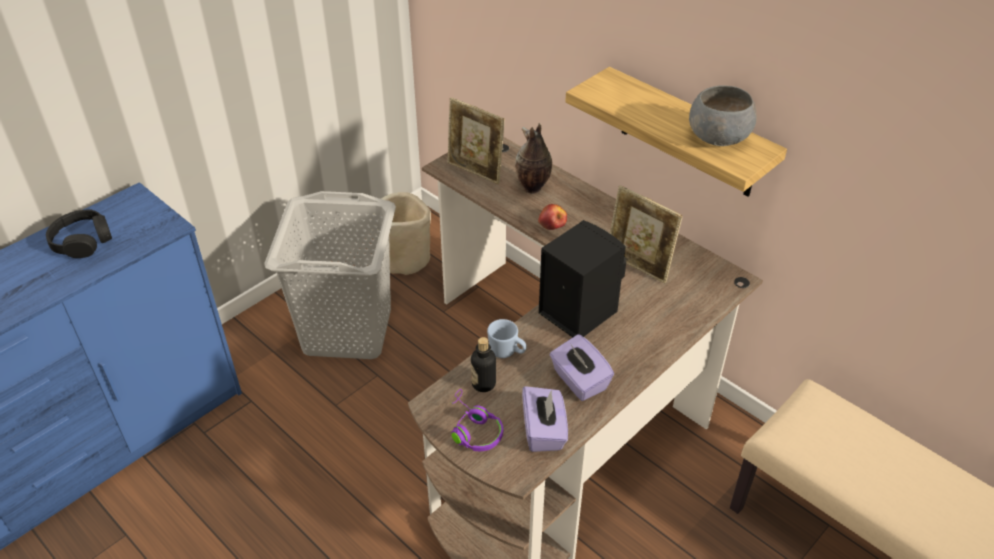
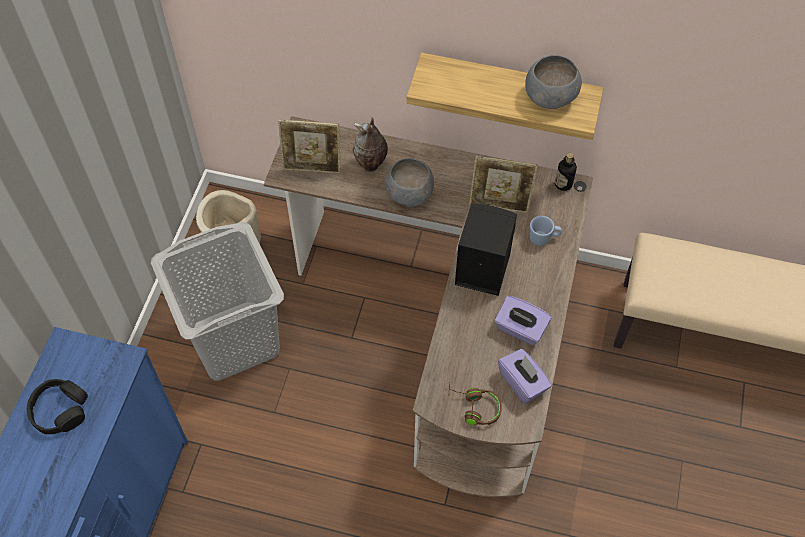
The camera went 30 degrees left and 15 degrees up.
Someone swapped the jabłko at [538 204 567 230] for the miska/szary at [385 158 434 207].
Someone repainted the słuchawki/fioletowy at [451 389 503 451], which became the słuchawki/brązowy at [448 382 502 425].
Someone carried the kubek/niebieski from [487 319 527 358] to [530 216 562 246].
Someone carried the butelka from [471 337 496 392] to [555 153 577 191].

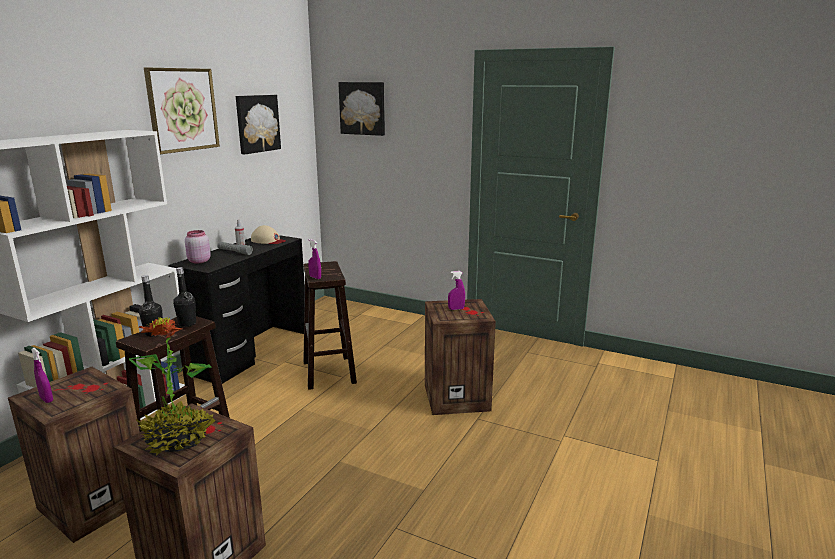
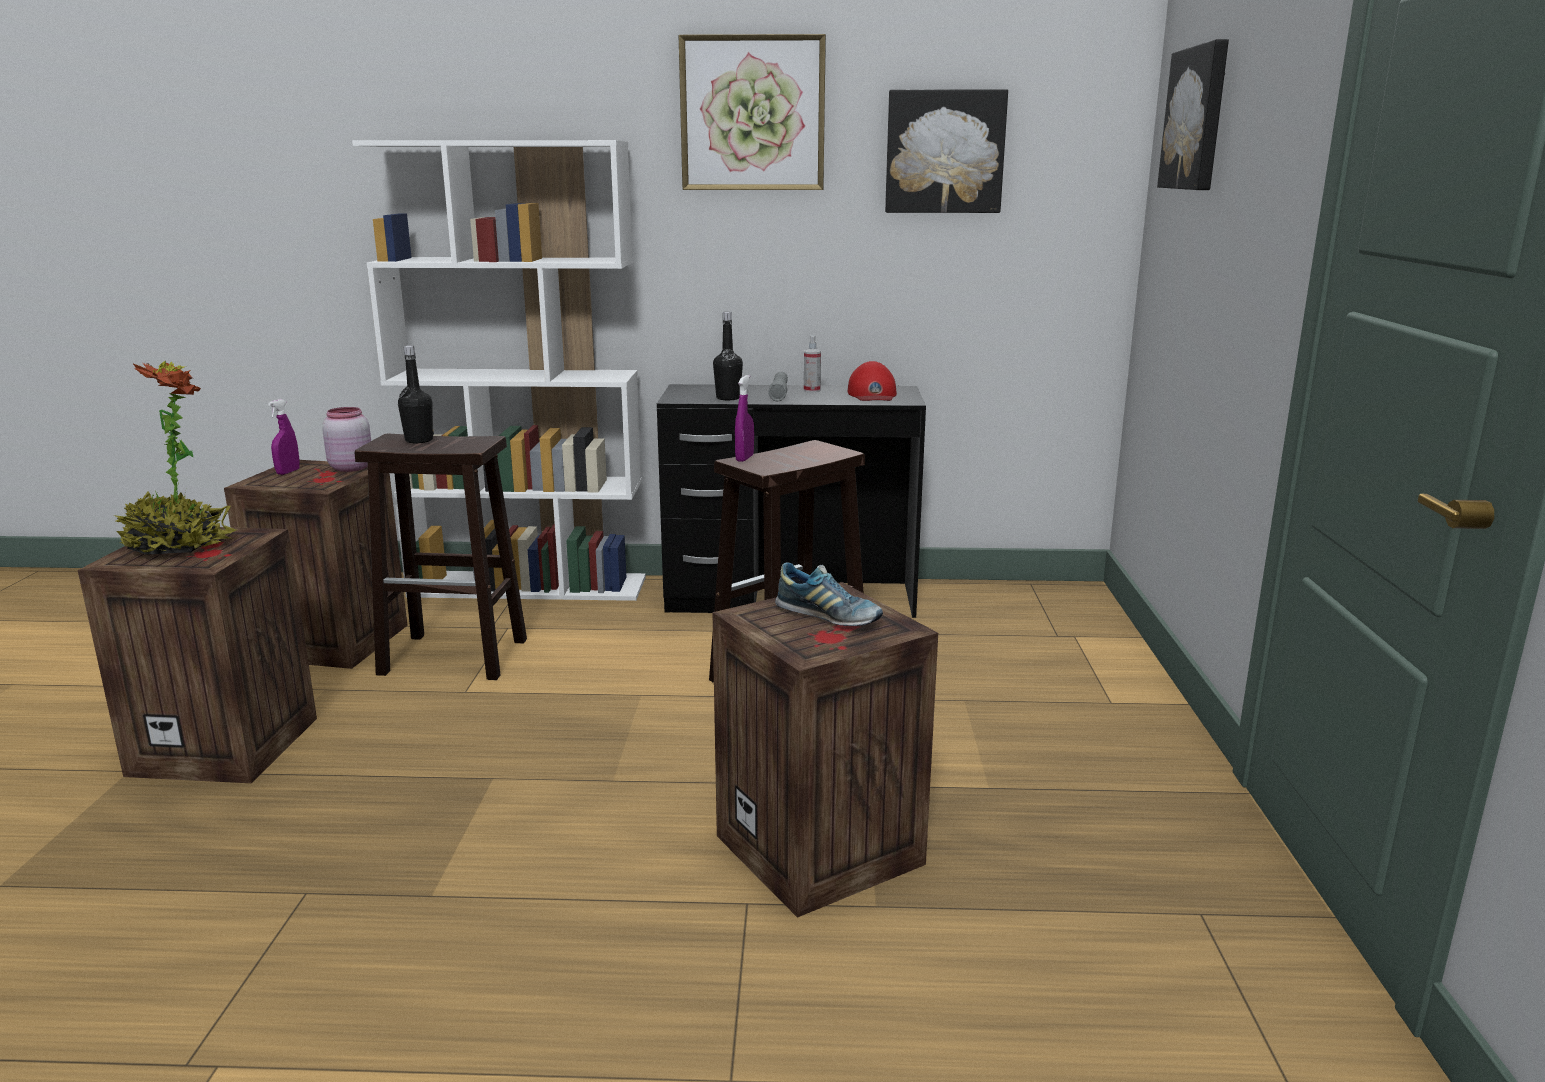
The camera went 65 degrees right and 0 degrees up.
Someone carried the słoik/różowy from [185 230 211 264] to [322 407 371 472].
Someone carried the butelka/czarny from [173 267 196 327] to [713 312 743 400].
Someone swapped the spryskiwacz/fioletowy at [448 271 465 310] for the but at [775 562 883 626].
Someone repainted the czapka z daszkiem/beżowy at [251 225 286 244], which became the czapka z daszkiem/czerwony at [848 361 897 401].

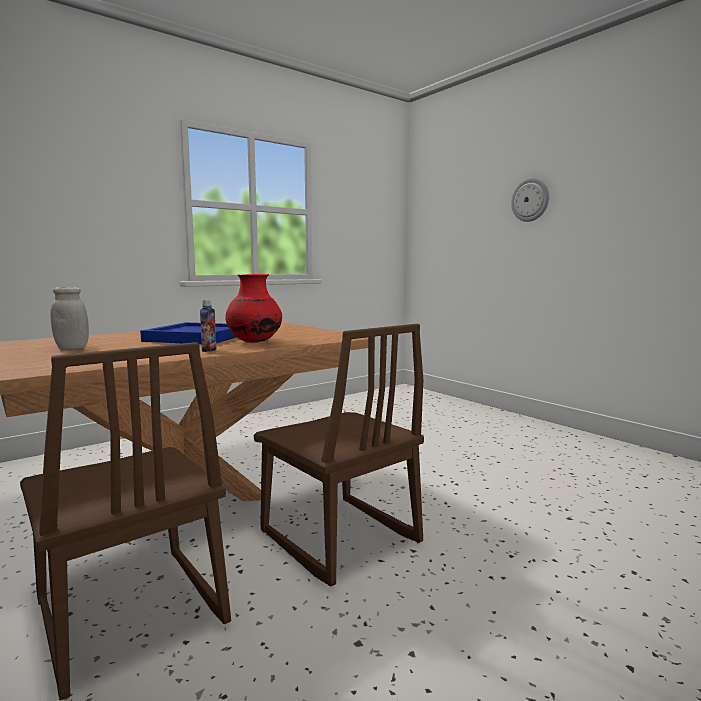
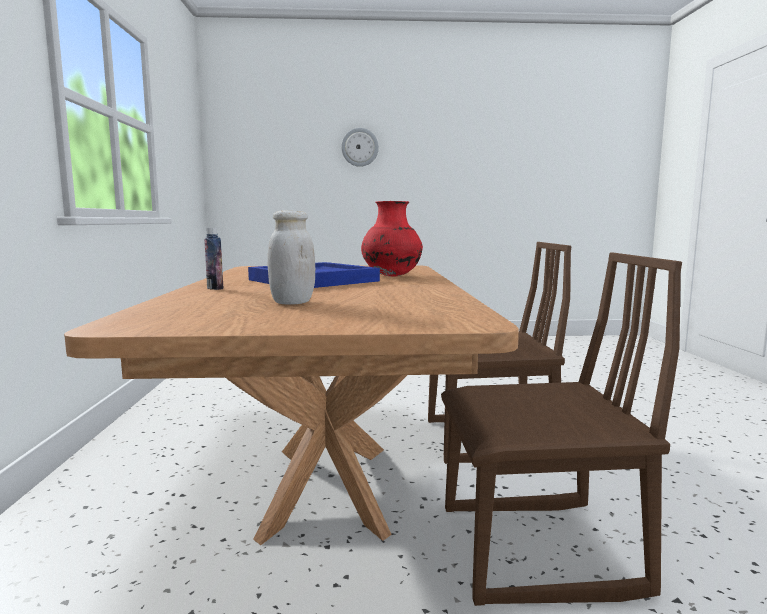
The camera went 55 degrees left and 0 degrees up.
Someone carried the butelka from [200 300 217 352] to [204 228 223 290].

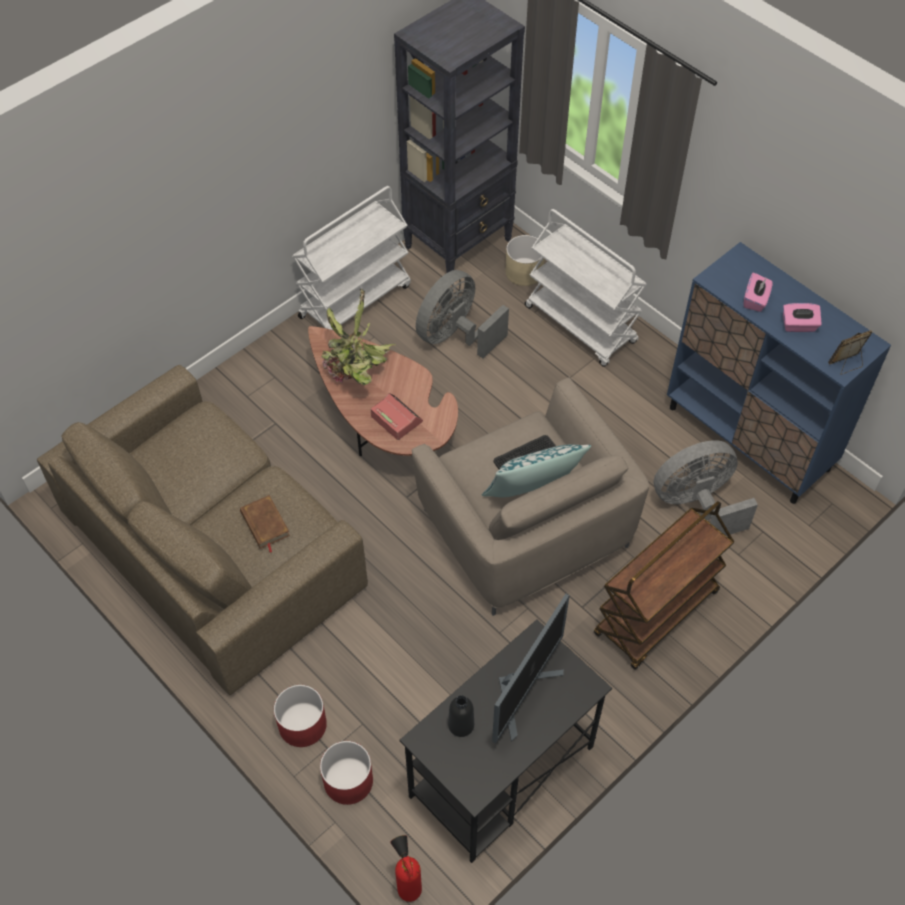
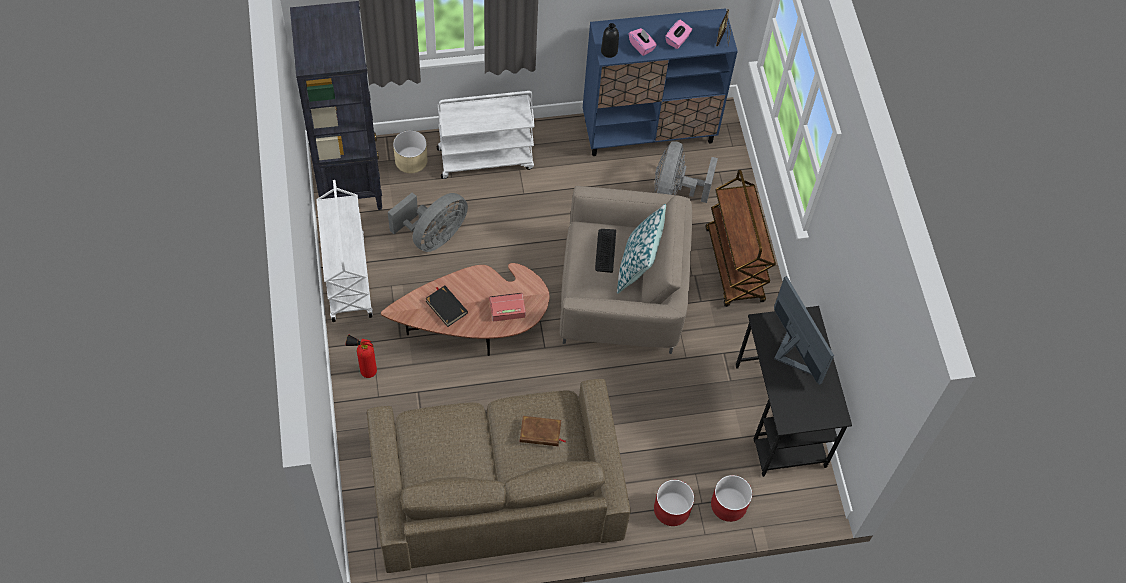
The camera went 60 degrees left and 5 degrees up.
Someone carried the gaśnica from [390 835 422 902] to [345 335 377 378].
Someone rotated the wentylator/szary at [416 270 509 358] by 120 degrees counterclockwise.
Someone swapped the roślina doniczkowa at [321 289 396 385] for the książka/czarny at [425 285 468 327].
Someone carried the butelka/czarny from [448 695 474 737] to [601 23 619 58].

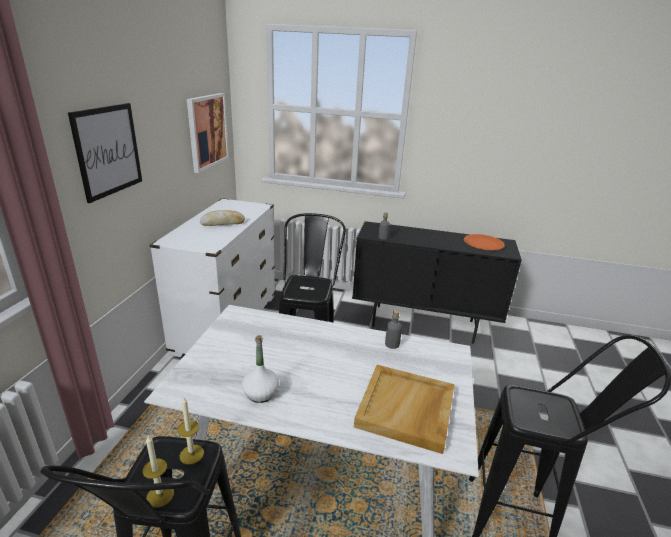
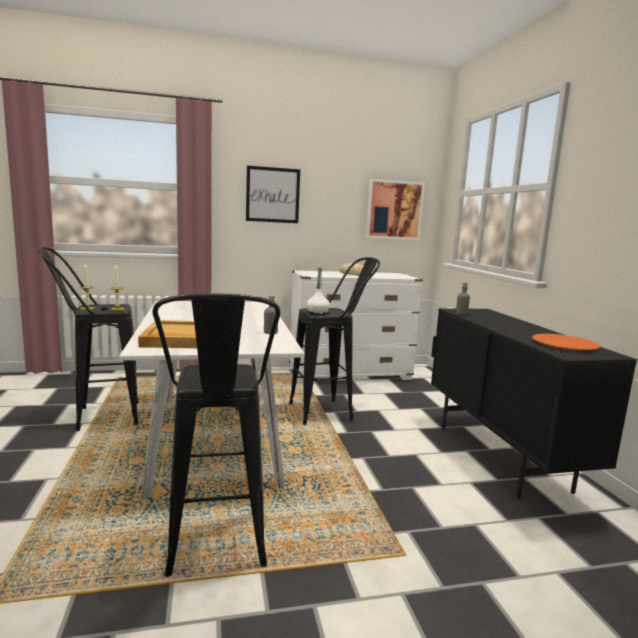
The camera went 65 degrees right and 15 degrees down.
Someone carried the butelka/biały from [242 335 279 403] to [306 268 330 315].

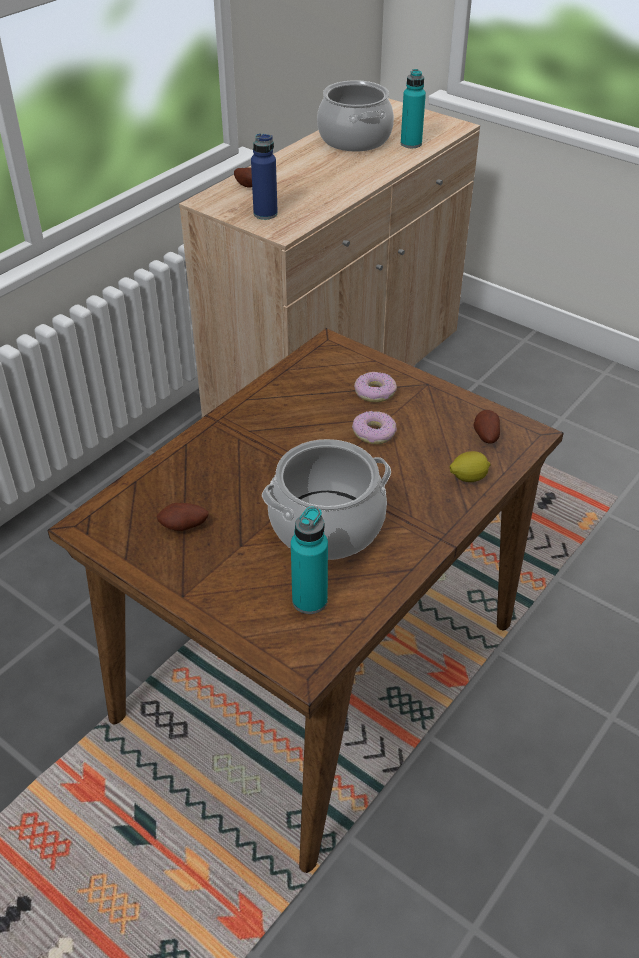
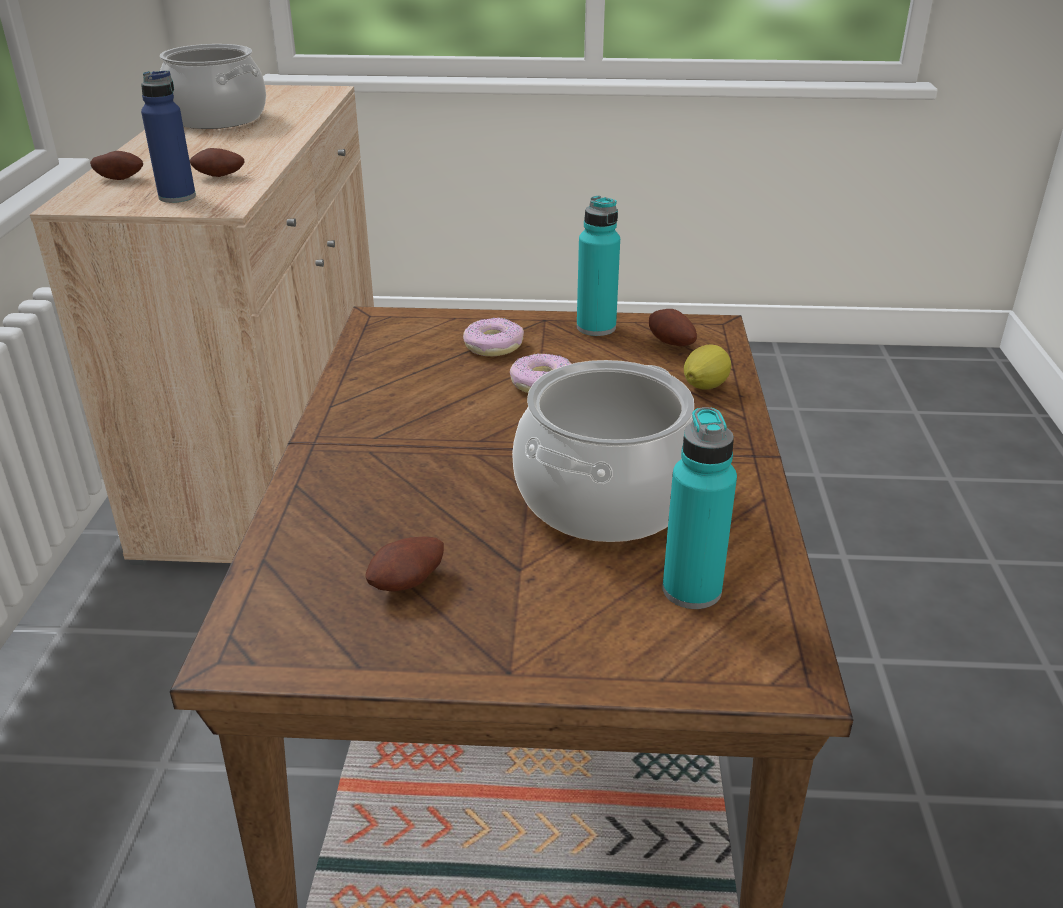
The camera went 35 degrees left and 10 degrees down.
Someone put down the ziemniak at [190 148 245 177].
Someone carried the butelka/turkusowy from [401 69 426 148] to [577 196 620 336].

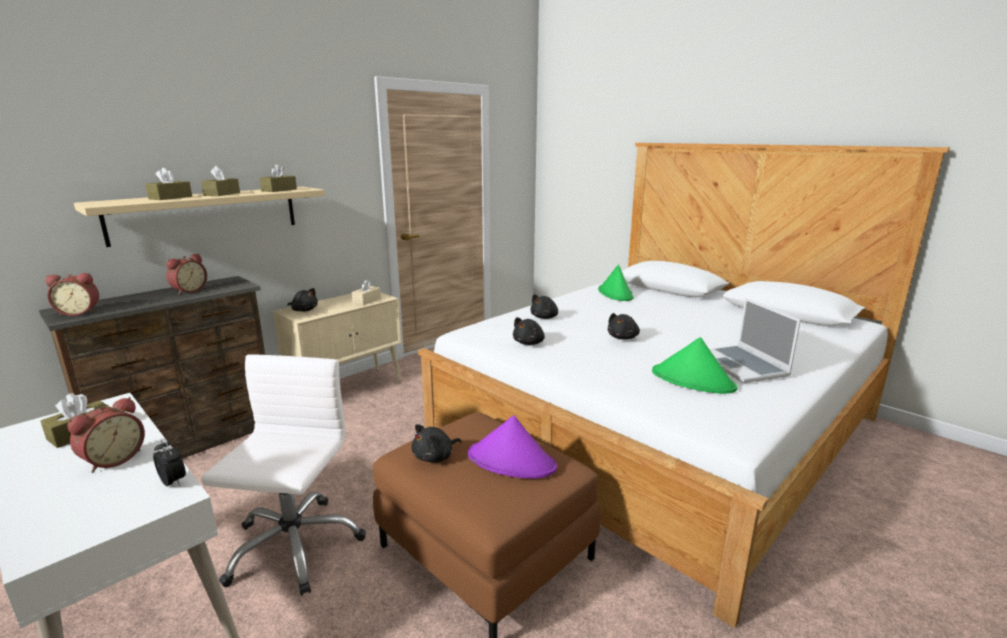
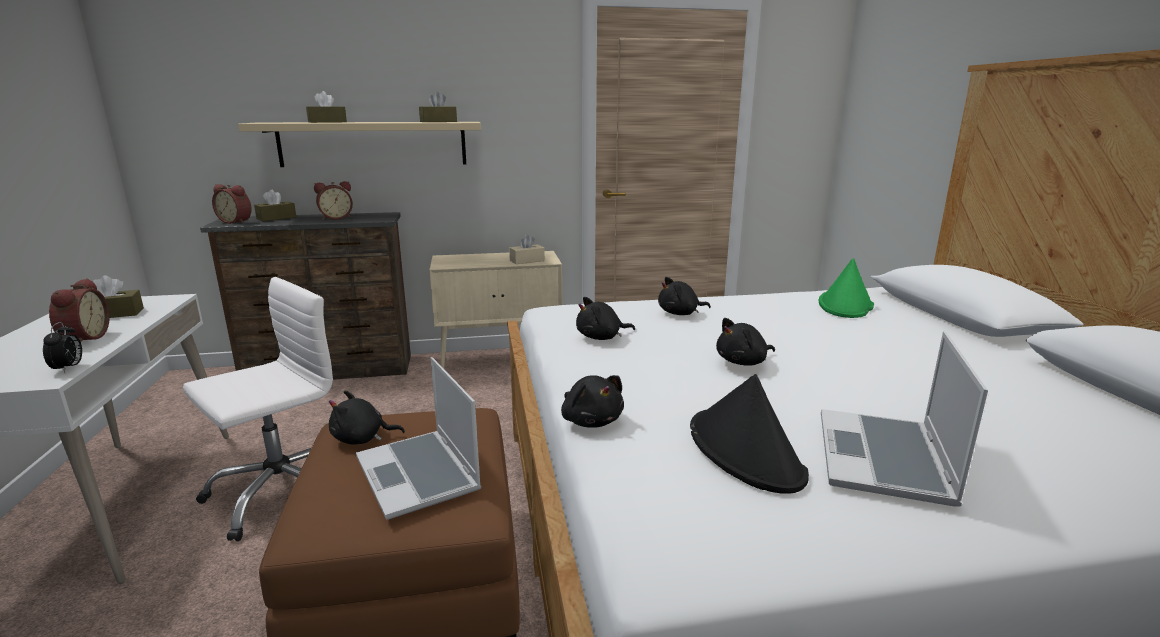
The camera went 35 degrees right and 0 degrees up.
Someone rotated the budzik at [68 397 145 473] by 75 degrees counterclockwise.
Someone carried the pudełko chusteczek/brązowy from [201 166 240 196] to [254 189 296 221].
Someone swapped the kapelusz/fioletowy at [468 415 557 479] for the laptop at [356 357 481 520].
Someone carried the pluszak/czarny from [287 288 318 312] to [561 375 624 428].
Someone repainted the kapelusz/zielony at [652 337 738 394], which became the kapelusz/czarny at [690 374 809 494].

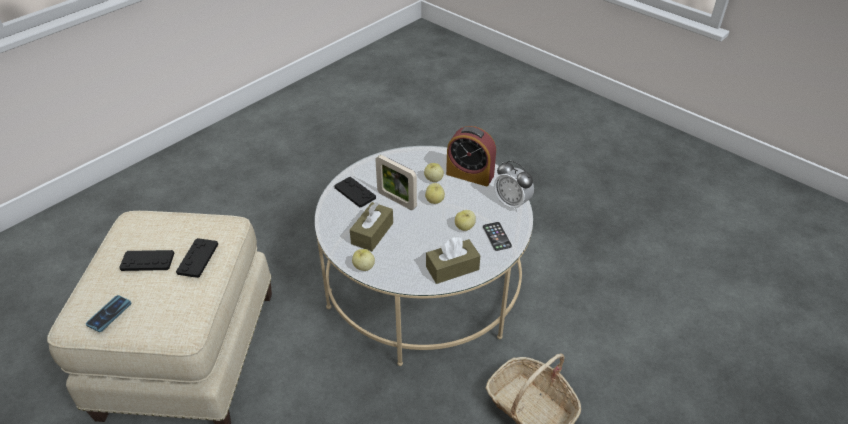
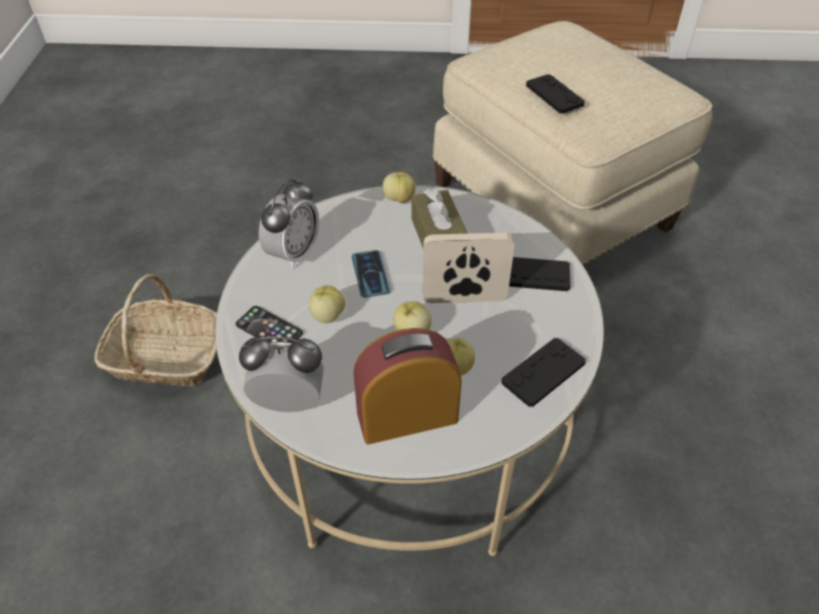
The camera went 140 degrees right and 5 degrees up.
Someone swapped the pudełko chusteczek/brązowy at [426 237 480 284] for the budzik at [259 179 319 269].
Someone carried the telefon from [86 295 131 332] to [352 250 390 298].
Someone carried the pad do gier/czarny from [119 250 174 271] to [502 338 586 407].

